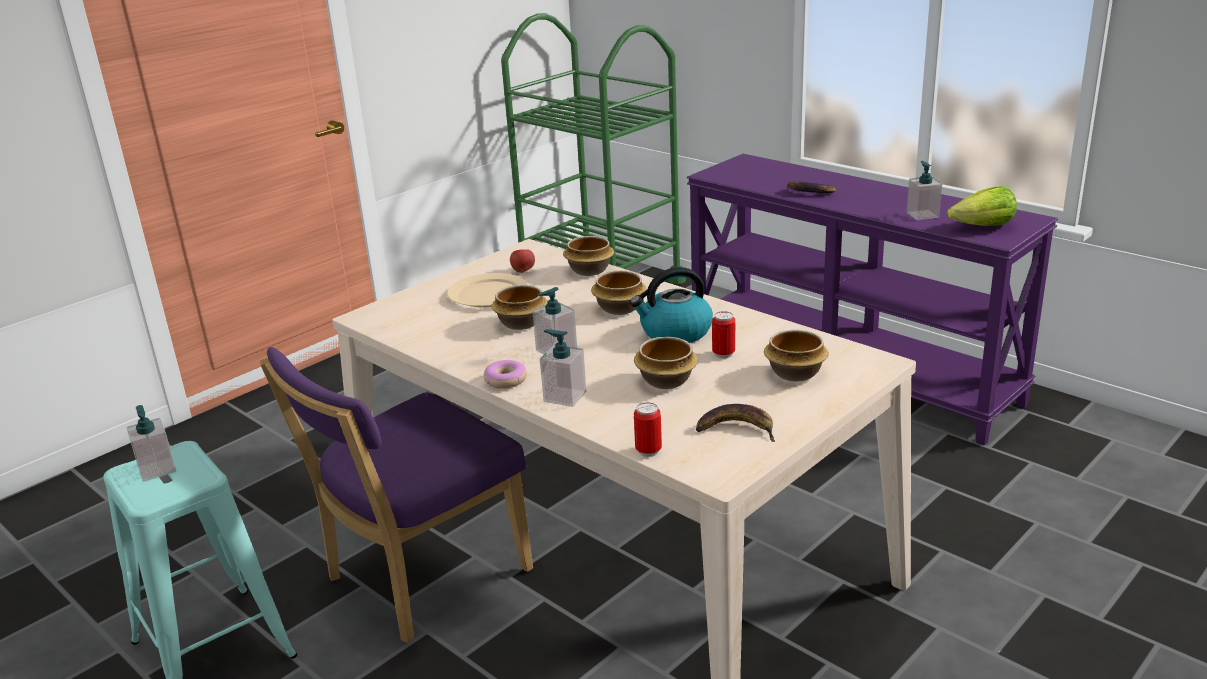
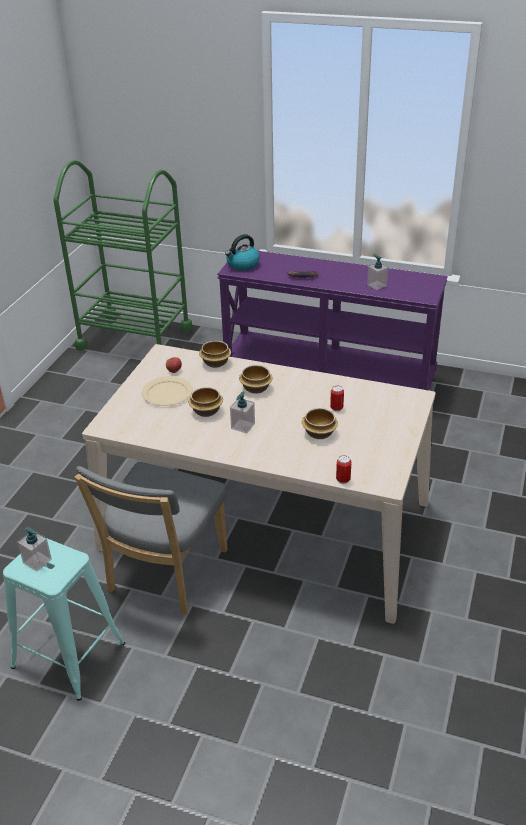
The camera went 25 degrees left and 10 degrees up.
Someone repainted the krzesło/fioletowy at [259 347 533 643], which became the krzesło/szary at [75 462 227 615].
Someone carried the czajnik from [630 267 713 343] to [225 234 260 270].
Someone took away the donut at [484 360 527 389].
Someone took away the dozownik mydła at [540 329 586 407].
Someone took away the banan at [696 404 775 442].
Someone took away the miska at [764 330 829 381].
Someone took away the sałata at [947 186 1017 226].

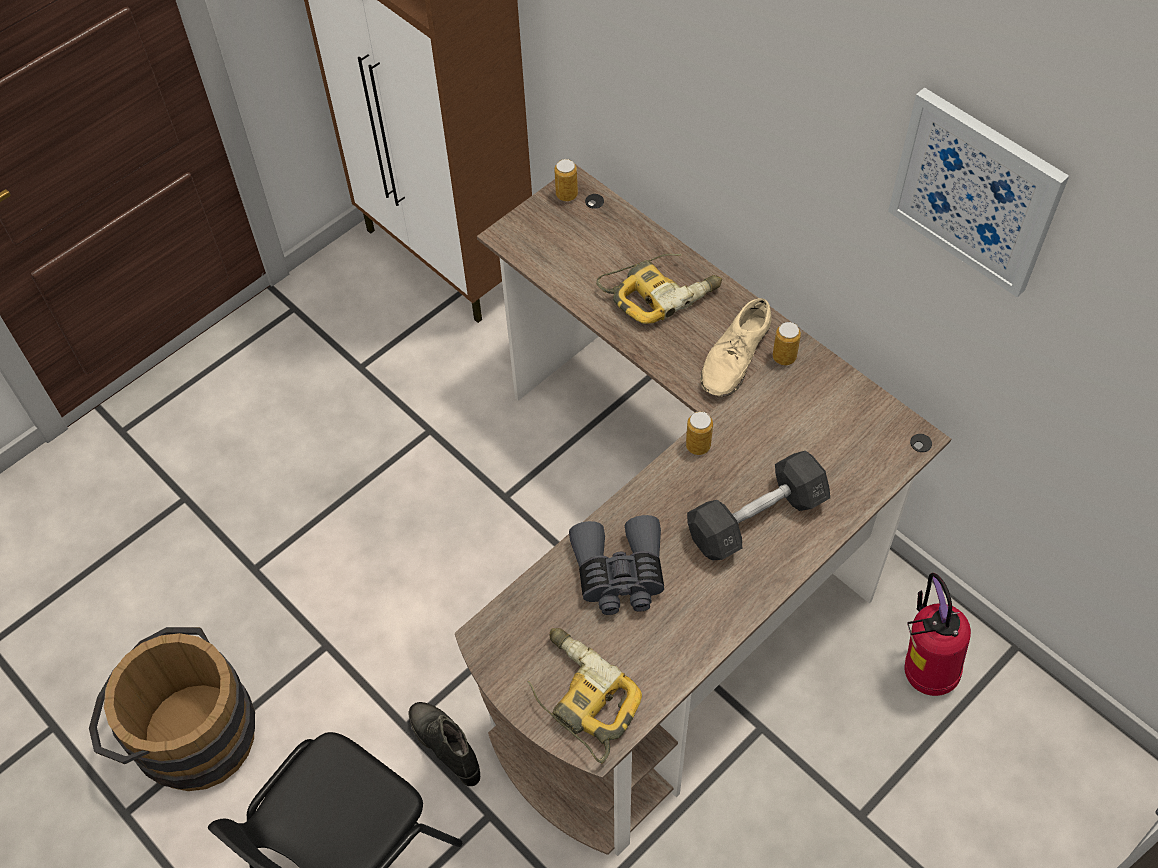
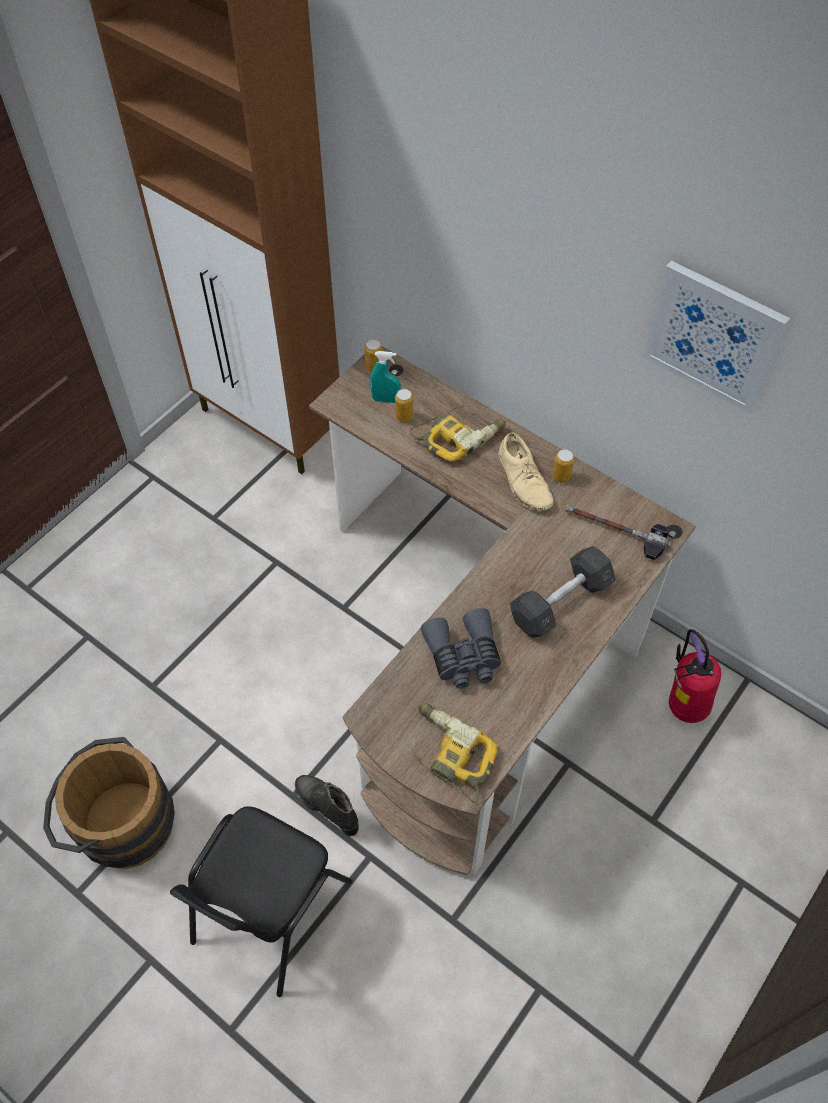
The camera went 10 degrees left and 0 degrees up.
Someone put down the spryskiwacz/turkusowy at [370 351 401 403].
Someone carried the puszka from [686 411 713 455] to [395 389 413 422].
Someone rotated the but/beżowy at [700 298 771 397] by 45 degrees counterclockwise.
Someone put down the młotek at [565 504 670 560].

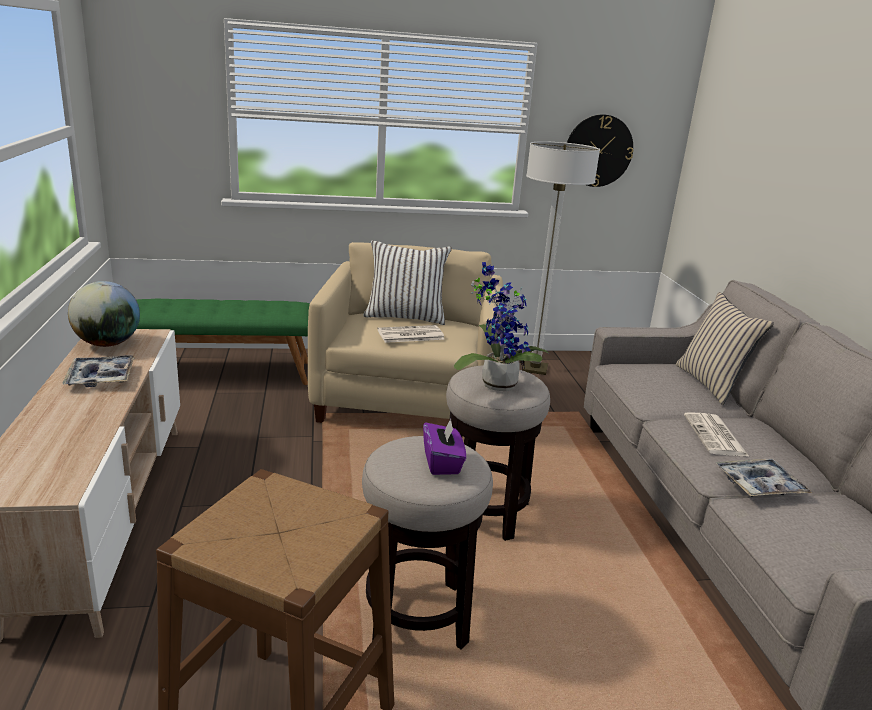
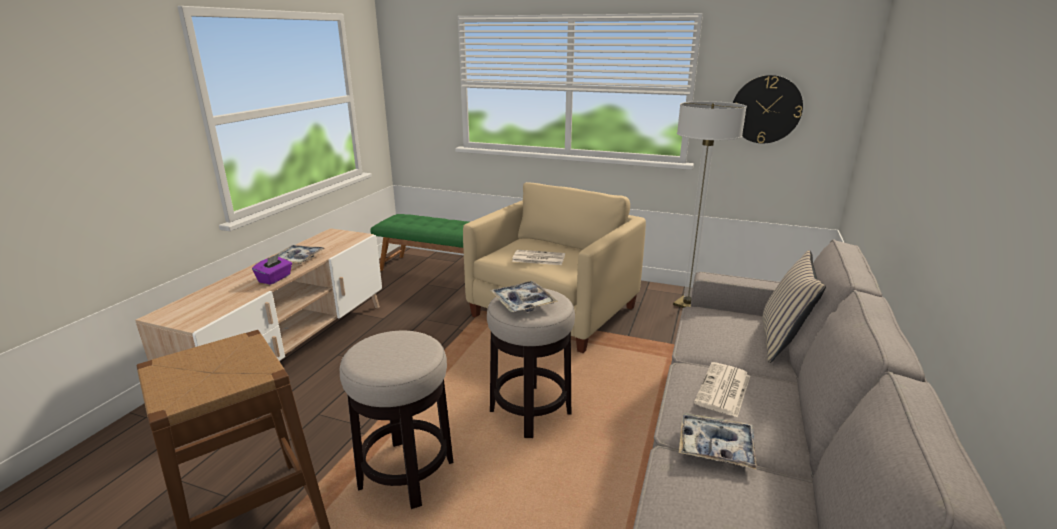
The camera went 30 degrees right and 0 degrees up.
Someone carried the pudełko chusteczek/fioletowy from [423 419 466 475] to [252 254 292 285].
Someone swapped the roślina doniczkowa at [454 262 548 391] for the taca at [490 281 558 313].
Someone took away the globus at [68 281 140 347].
Someone took away the poduszka/biały at [364 241 452 325].

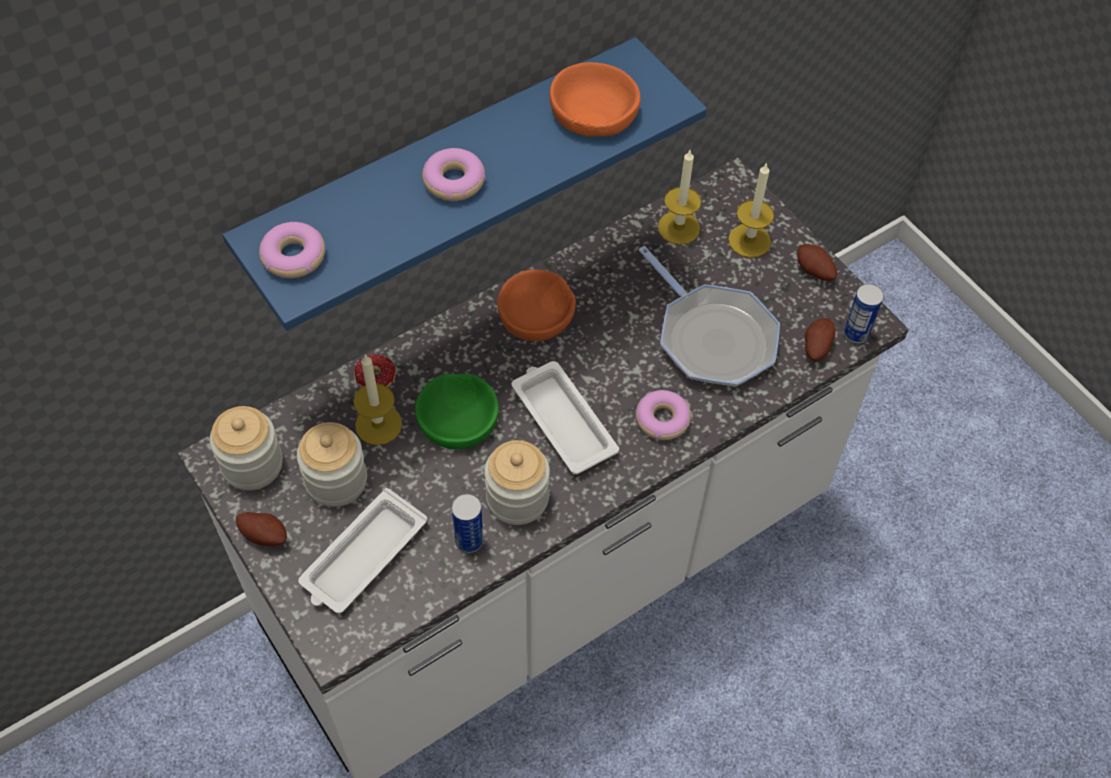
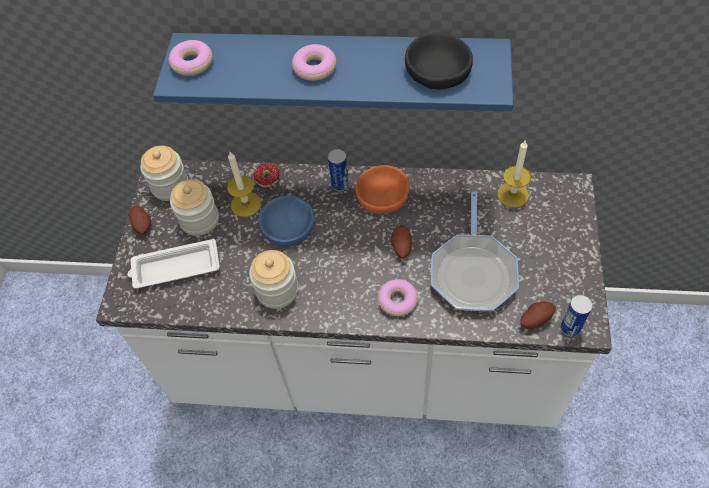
The camera went 45 degrees right and 0 degrees up.
Someone repainted the miska/zielony at [415 373 499 450], which became the miska/niebieski at [259 195 315 247].
Someone carried the puszka from [452 494 484 553] to [328 149 349 192].
Someone carried the ziemniak from [797 244 837 281] to [391 225 412 258].
Someone repainted the miska/pomarańczowy at [549 62 641 137], which became the miska/czarny at [405 33 473 89].
Someone took away the taca/biały at [512 361 619 475].
Someone took away the świeca at [728 162 774 258].

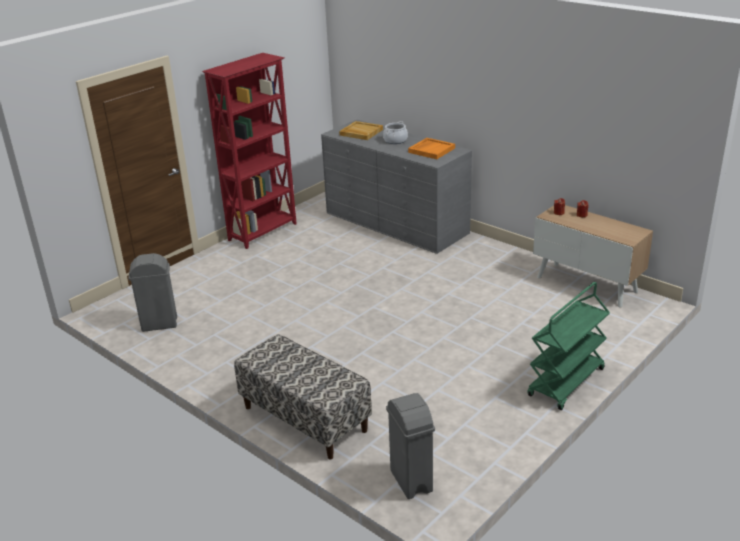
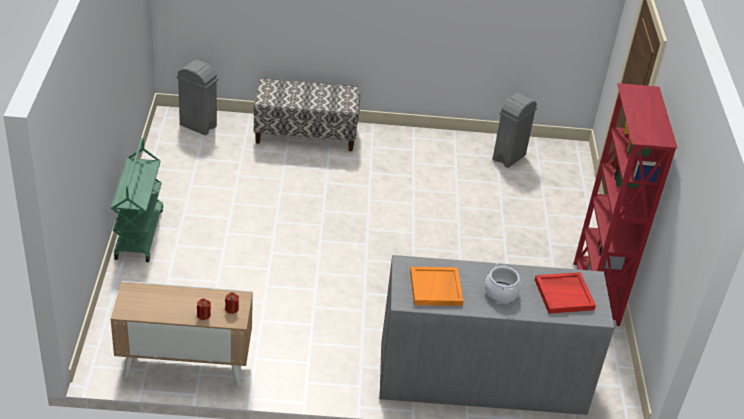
The camera went 135 degrees right and 10 degrees up.
Someone repainted the taca/beżowy at [339 121 383 140], which became the taca/czerwony at [535 272 596 314].

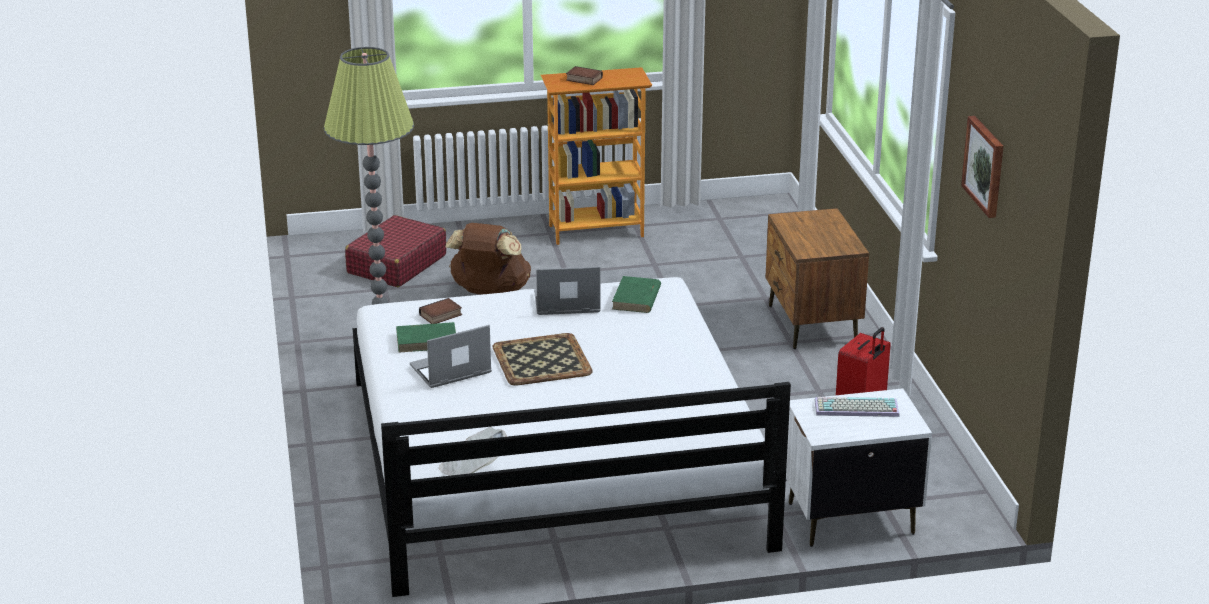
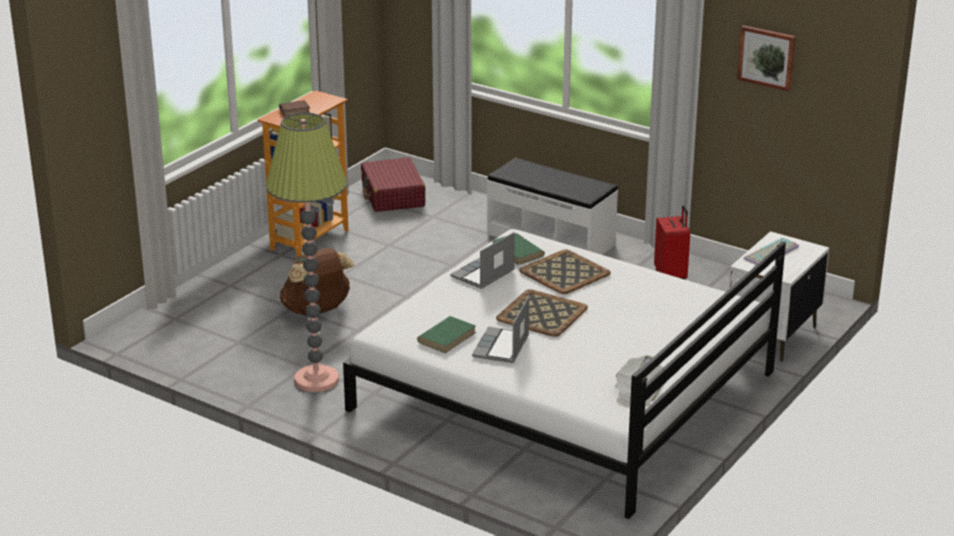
The camera went 45 degrees left and 0 degrees up.
Someone carried the walizka/czerwony from [345 215 446 287] to [361 157 426 212].
Someone swapped the szafka nocna/brązowy at [765 208 869 349] for the ławka/biały at [487 158 618 255].
Someone put down the taca at [519 249 611 294].
Someone took away the książka at [419 298 462 324].

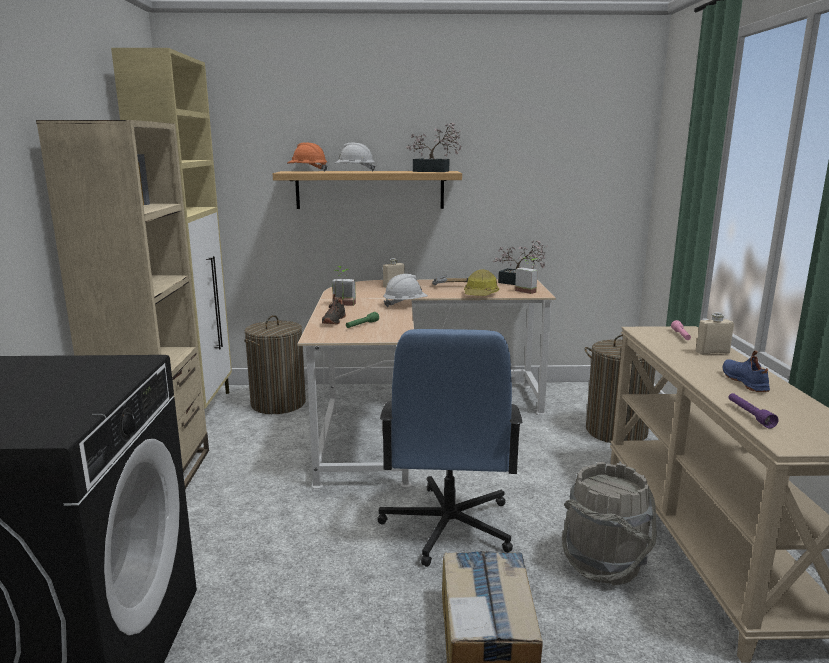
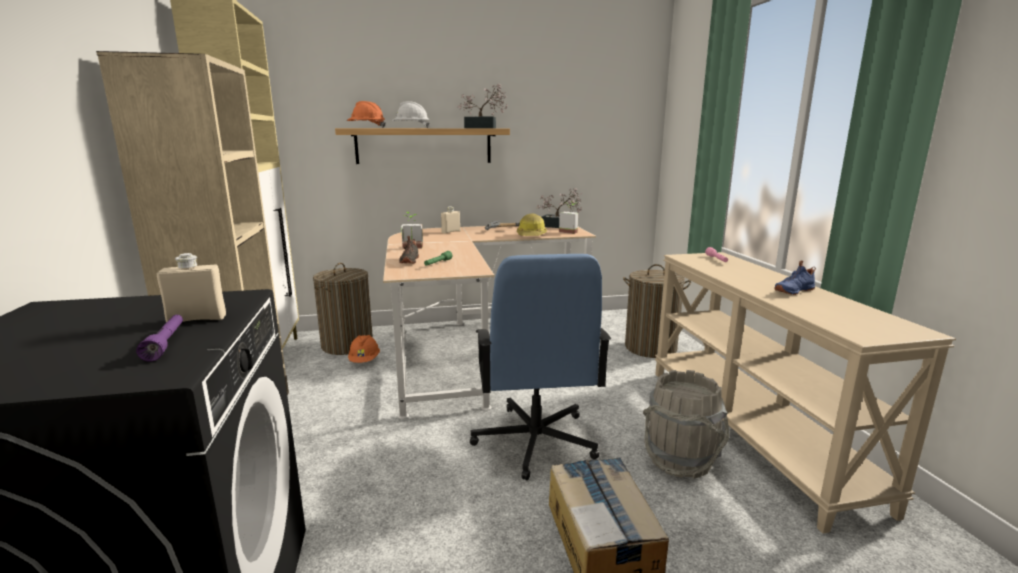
The camera went 10 degrees left and 0 degrees up.
Someone carried the latarka/fioletowy from [729 393 779 429] to [136 315 183 362].
Someone carried the butelka/beżowy from [696 312 734 355] to [157 253 226 323].
Someone put down the kask/pomarańczowy at [348 335 380 363].
Someone rotated the but/niebieski at [723 350 770 392] by 105 degrees counterclockwise.
Someone took away the kask/biały at [383 274 428 307].

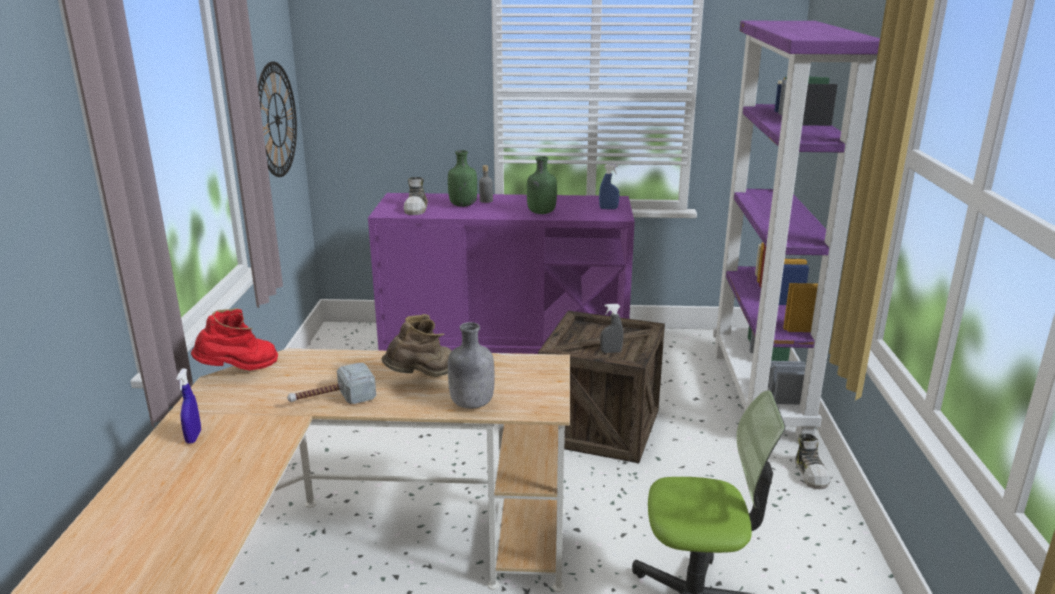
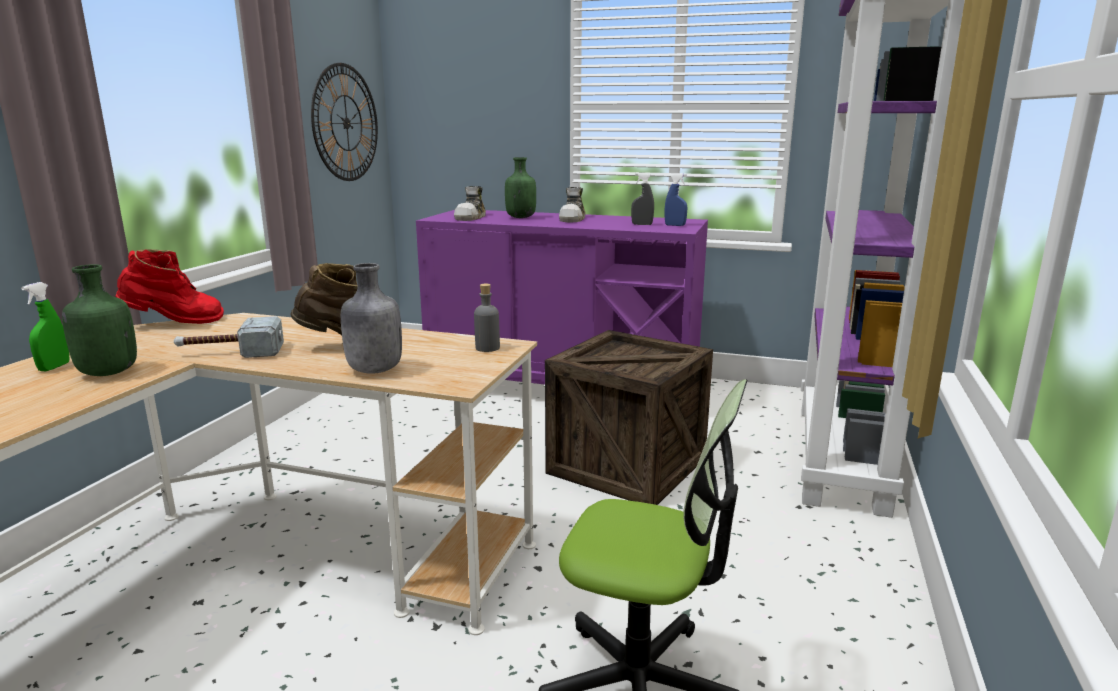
The camera went 15 degrees right and 5 degrees down.
Someone repainted the spryskiwacz/niebieski at [176 368 201 444], which became the spryskiwacz/zielony at [21 282 69 371].
Someone carried the butelka/zielony from [527 156 557 214] to [62 264 137 376].
Someone carried the butelka/szary from [479 165 493 203] to [474 284 500 352].
Someone carried the but from [795 433 831 489] to [559 187 586 222].
Someone carried the spryskiwacz/szary from [600 304 623 353] to [631 172 654 225].

